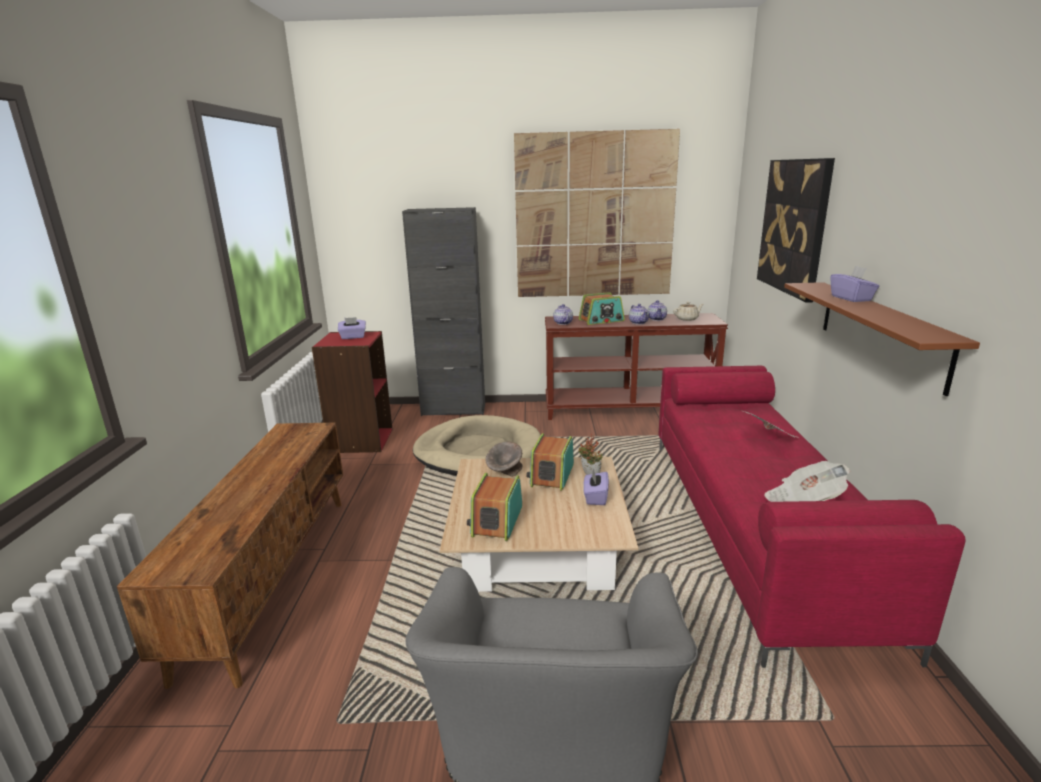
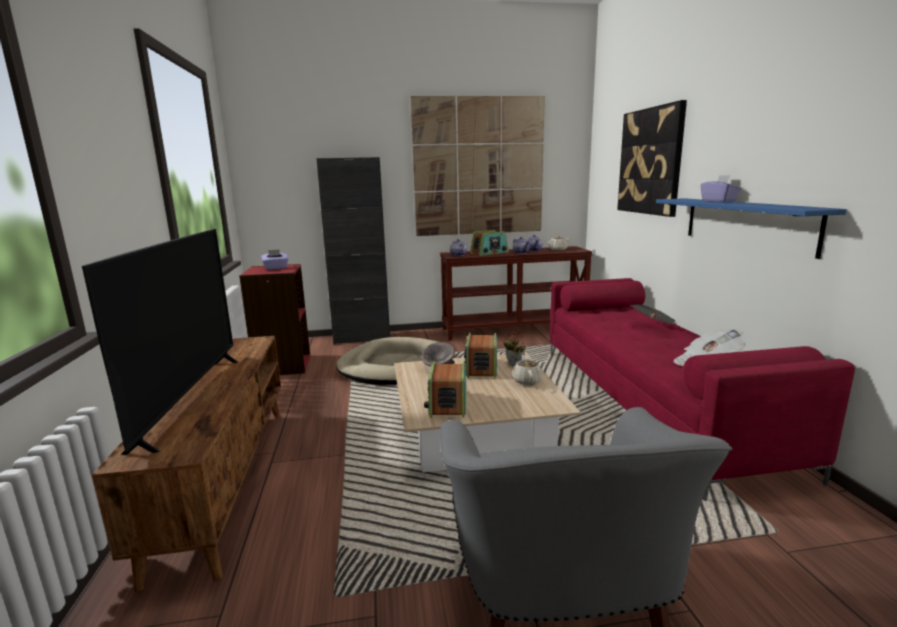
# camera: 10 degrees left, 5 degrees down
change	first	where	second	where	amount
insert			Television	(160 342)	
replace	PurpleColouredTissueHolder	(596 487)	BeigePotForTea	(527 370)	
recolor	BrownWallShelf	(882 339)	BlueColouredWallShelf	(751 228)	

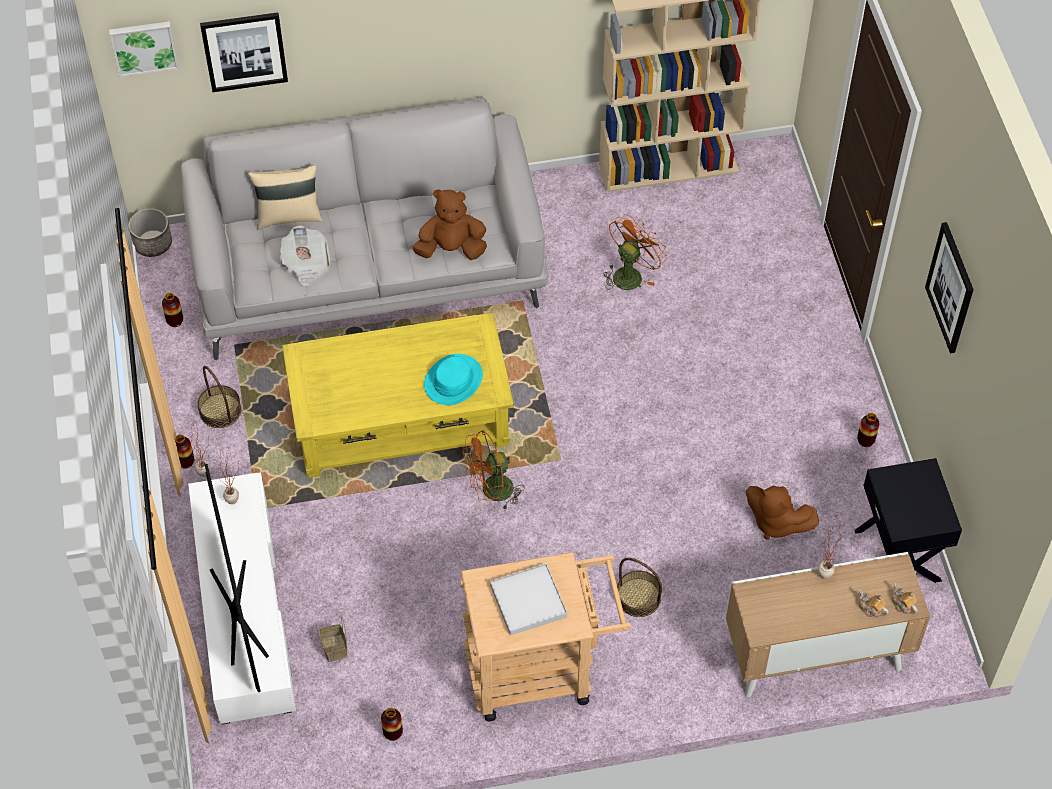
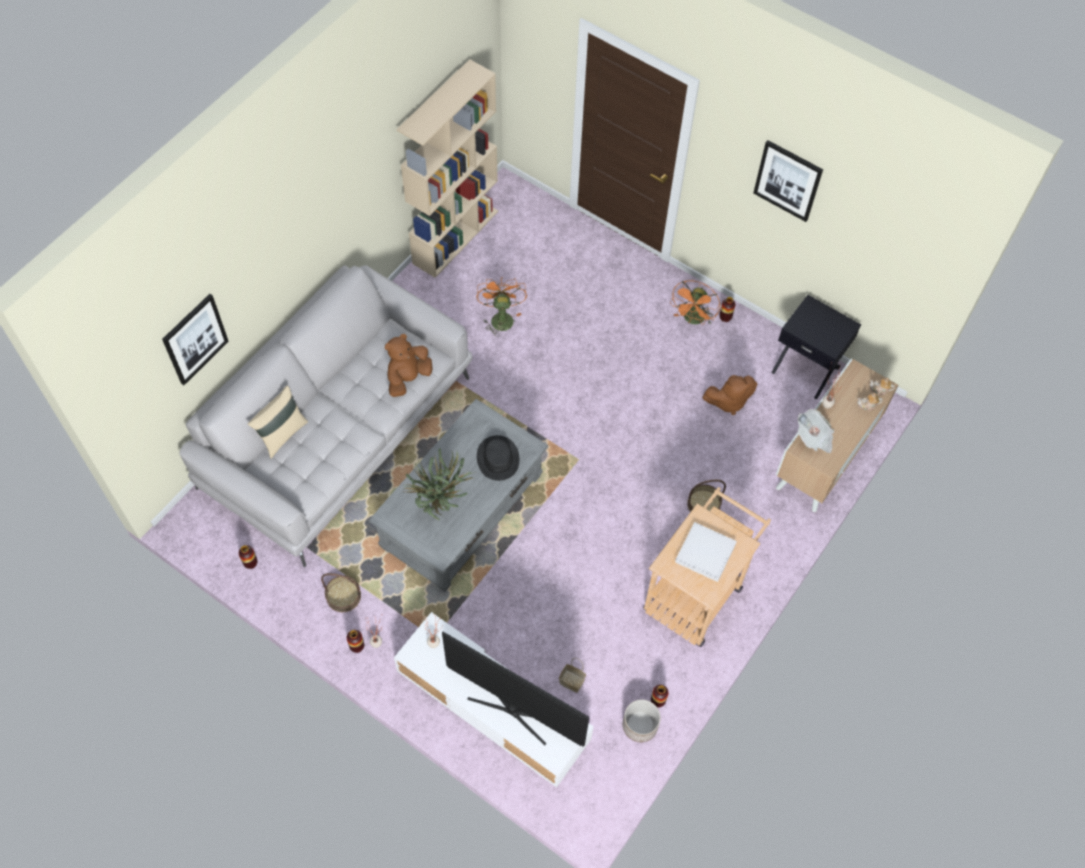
# camera: 45 degrees left, 5 degrees up
change	first	where	second	where	amount
delete	Picture	(144 49)			
insert			PlantInAPot	(439 484)	
move	PlantPot	(150 233)		(642 721)	
move	PrintedPaper	(305 255)		(816 431)	
move	OrangeColouredElectricFan	(493 470)		(695 302)	
recolor	YellowLoungeTable	(398 395)	GreyishLoungeTable	(458 495)	
recolor	TurquoiseHat	(453 379)	BlackColouredHat	(498 458)	

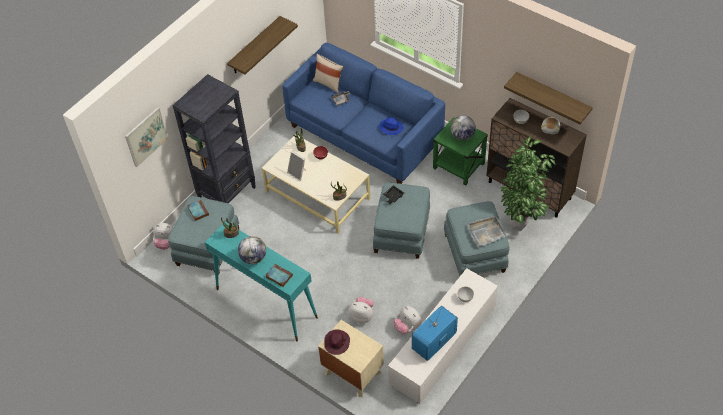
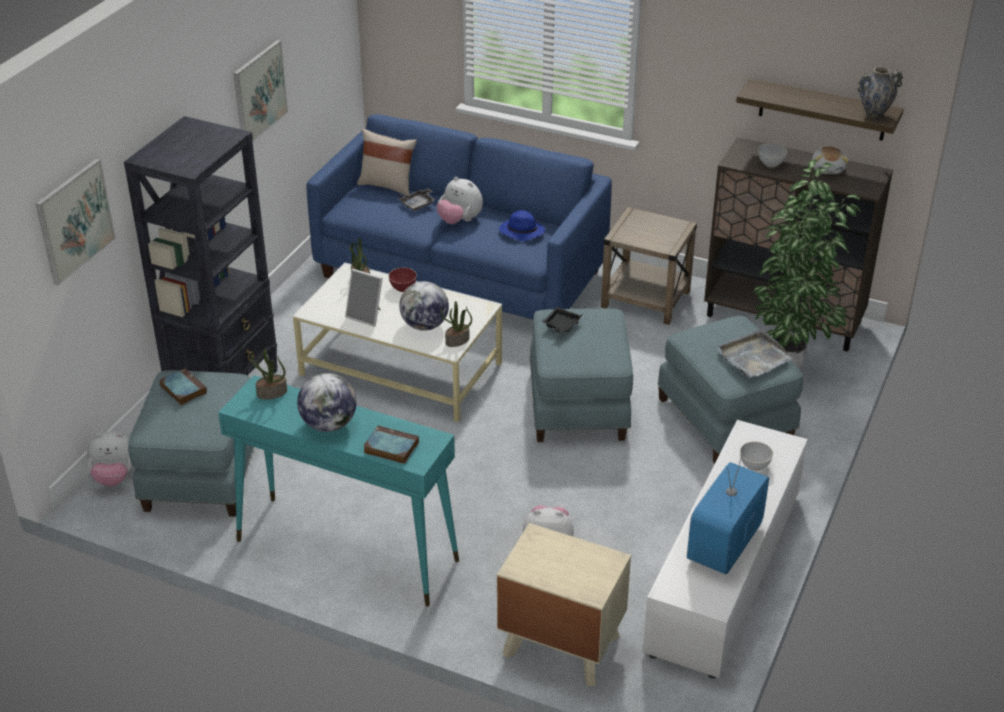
# camera: 15 degrees left, 15 degrees down
change	first	where	second	where	amount
delete	PurpleColouredHat	(337 342)			
insert			DecorativeVase	(880 92)	
move	CuddlyToy	(407 320)		(460 200)	
move	WorldGlobe	(463 127)		(424 306)	
replace	WallShelf	(262 45)	Picture	(260 91)	
recolor	GreenColouredAccentTable	(460 151)	BeigeAccentTable	(649 266)	

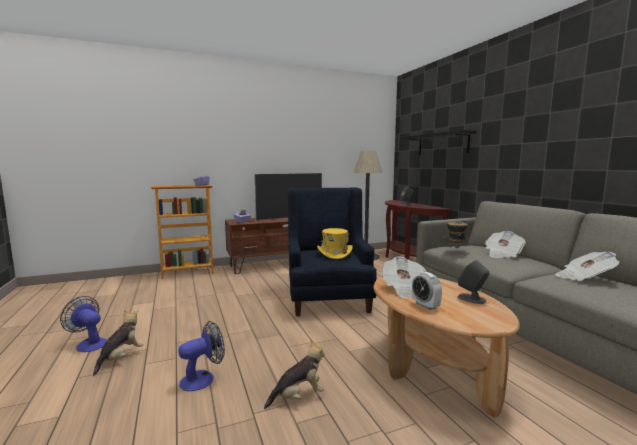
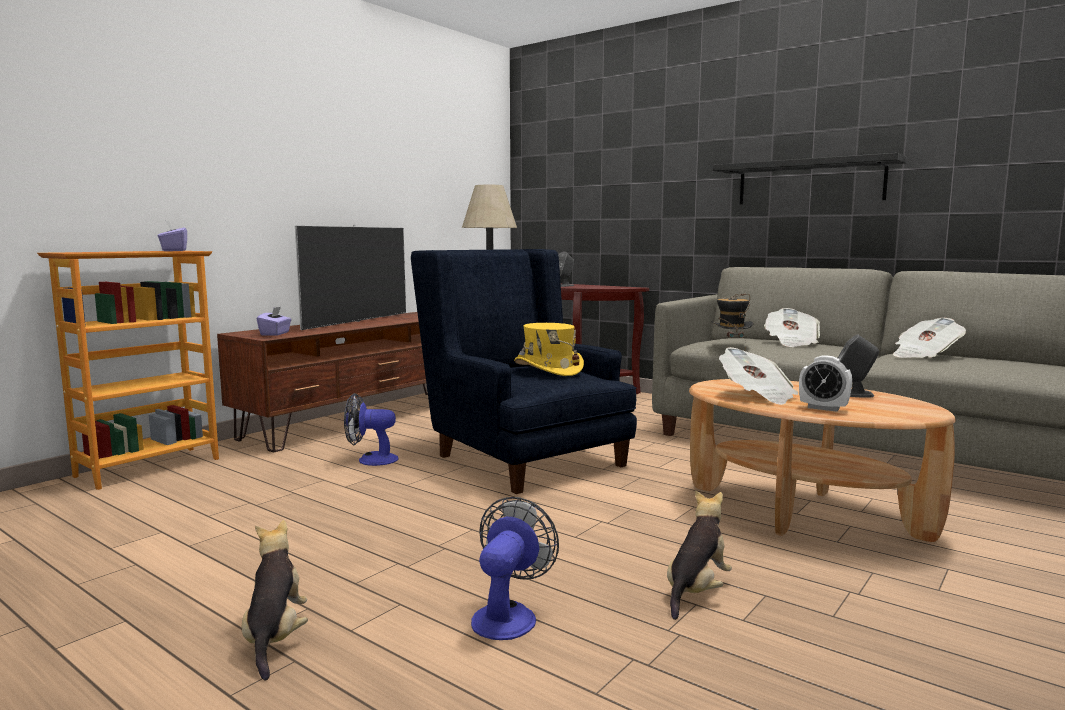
# camera: 30 degrees left, 0 degrees up
change	first	where	second	where	amount
move	ElectricFan	(83 324)		(371 429)	
move	BlackColouredWallShelf	(439 142)		(810 179)	

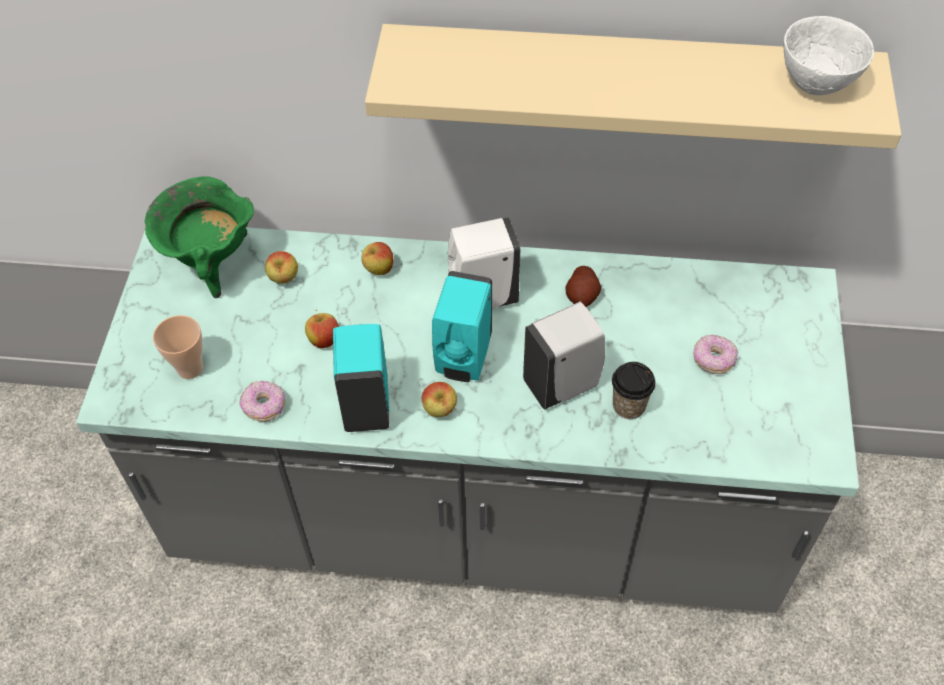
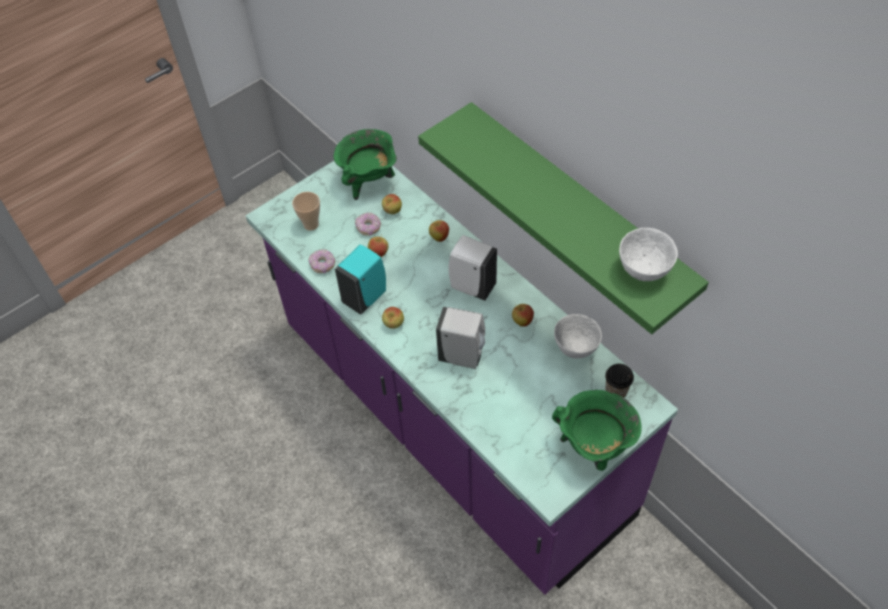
# camera: 45 degrees right, 0 degrees up
change	first	where	second	where	amount
delete	TurquoiseLiquidSoapBottle	(462 326)			
insert			GreenColouredStockpot	(596 430)	
insert			WhitishDeepDish	(578 336)	
move	SmallCup	(634 390)		(619 381)	
move	RingDoughnut	(715 354)		(368 224)	
replace	Potato	(583 286)	AppleFruit	(523 315)	
recolor	GreyishKitchenBaseUnit	(467 420)	PurpleColouredKitchenBaseUnit	(462 378)	
recolor	BeigeWallShelf	(633 86)	GreenColouredWallShelf	(563 218)	

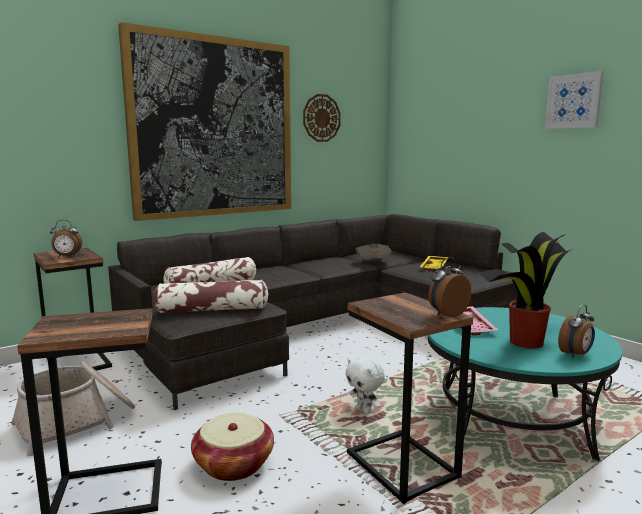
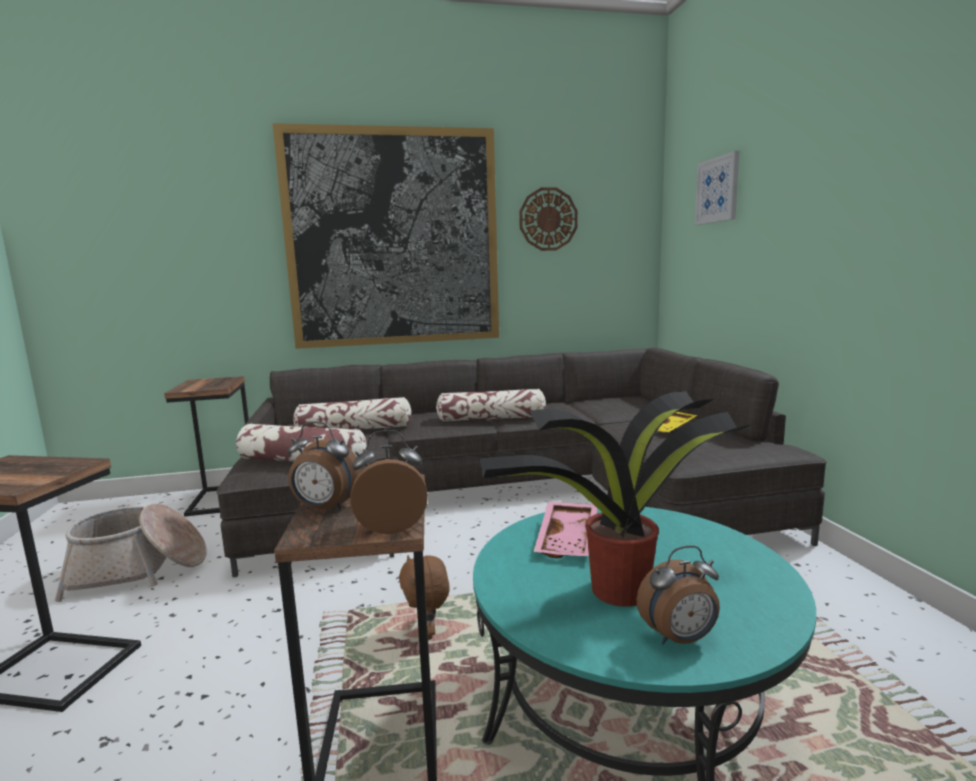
# camera: 25 degrees right, 0 degrees up
change	first	where	second	where	amount
delete	HouseholdBasket	(232 447)			
delete	PrintedPaper	(373 250)			
insert			Pillow	(491 405)	
move	AlarmClock	(66 238)		(324 466)	
move	Picture	(574 100)		(717 188)	
recolor	WhitishCuddlyToy	(365 385)	BrownCuddlyToy	(424 597)	

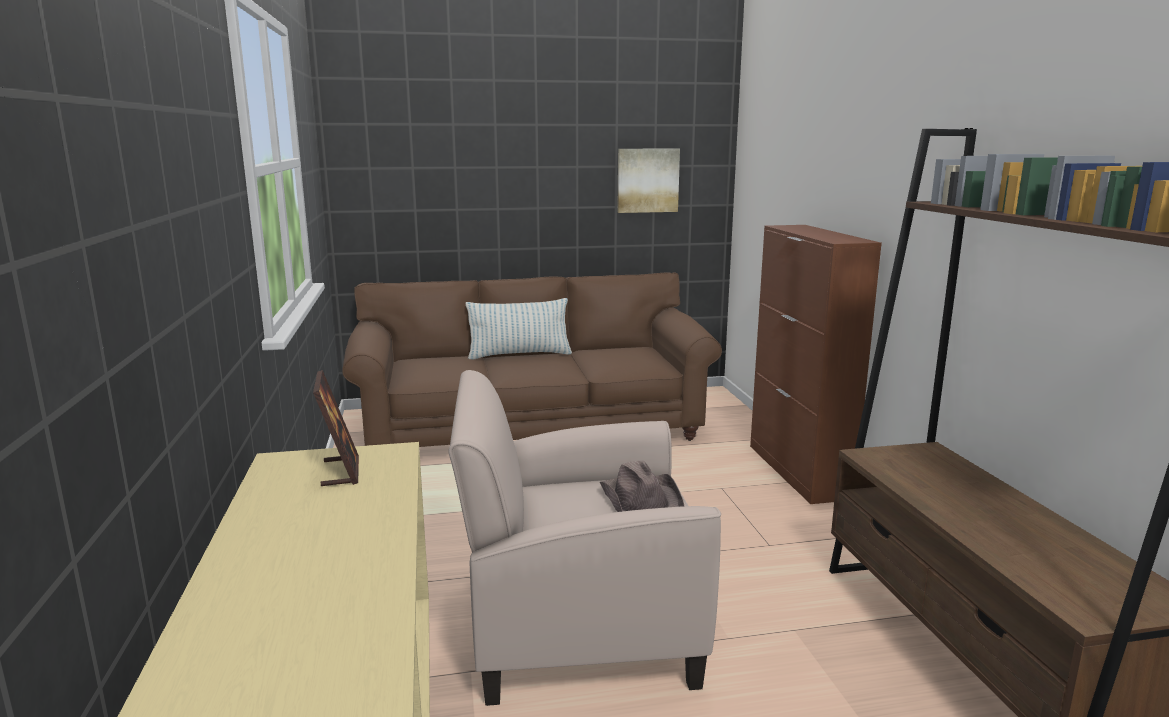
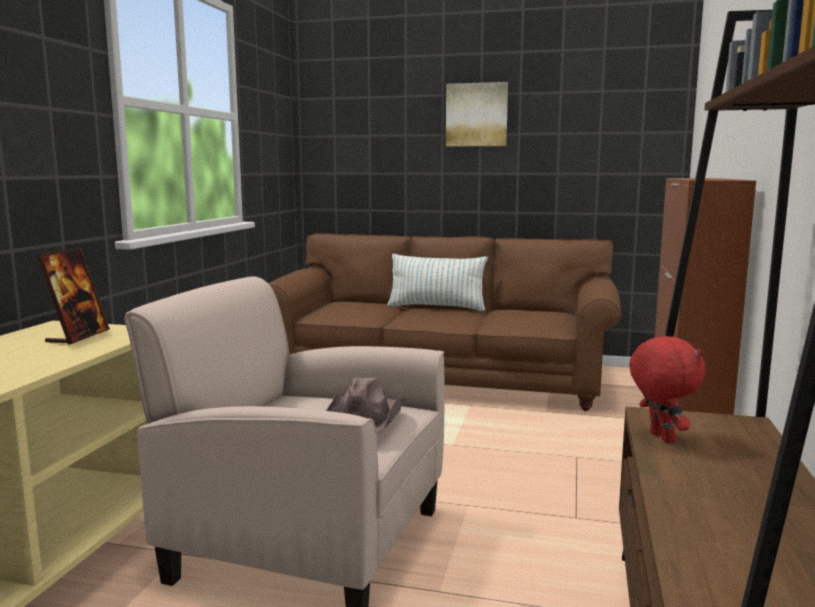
# camera: 25 degrees right, 5 degrees down
change	first	where	second	where	amount
insert			ReddishCuddlyToy	(667 389)	
move	Picture	(648 181)		(477 114)	

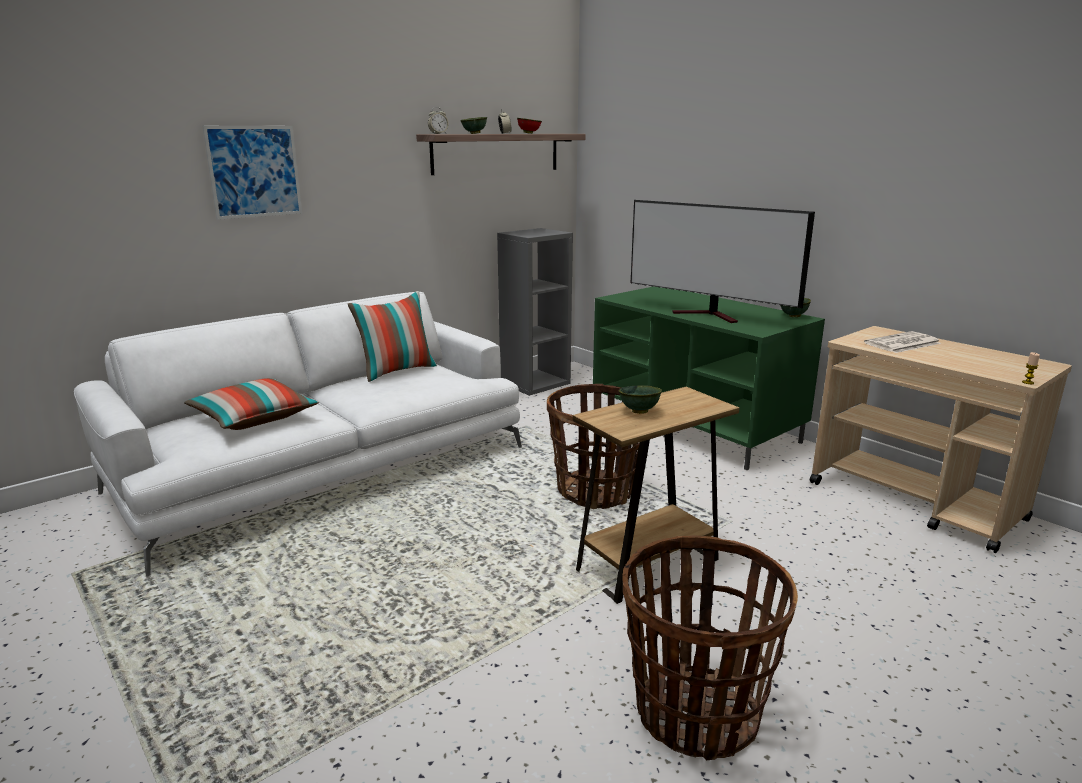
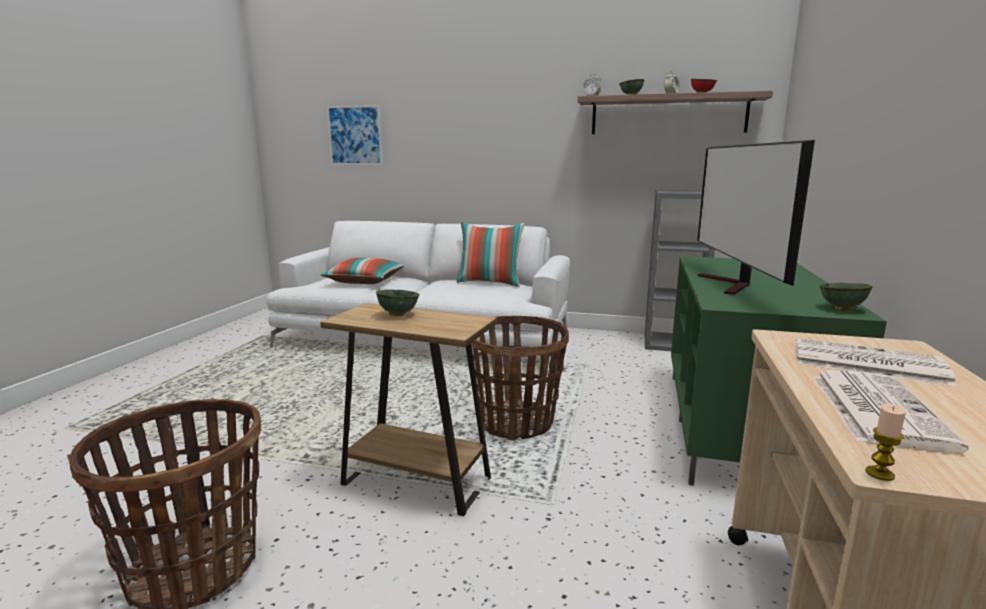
# camera: 55 degrees right, 5 degrees down
change	first	where	second	where	amount
insert			PrintedPaper	(890 411)	
move	Picture	(252 173)		(355 135)	

